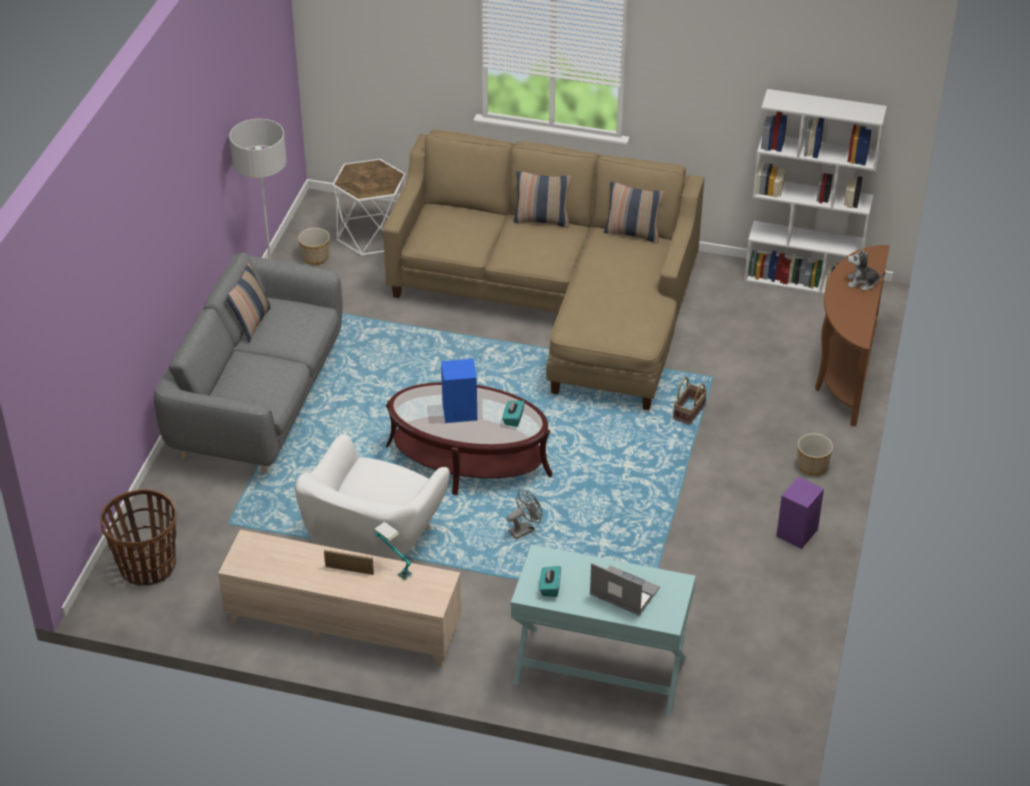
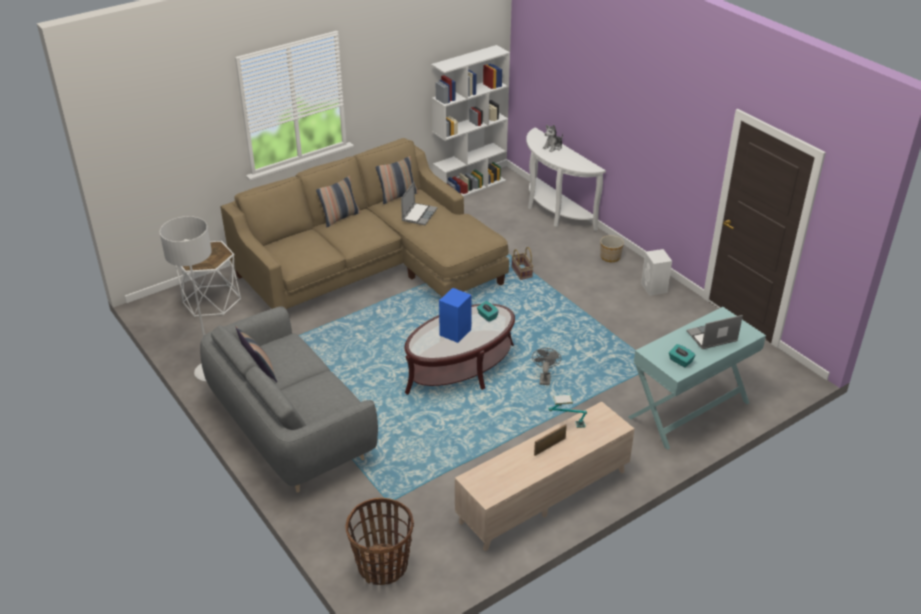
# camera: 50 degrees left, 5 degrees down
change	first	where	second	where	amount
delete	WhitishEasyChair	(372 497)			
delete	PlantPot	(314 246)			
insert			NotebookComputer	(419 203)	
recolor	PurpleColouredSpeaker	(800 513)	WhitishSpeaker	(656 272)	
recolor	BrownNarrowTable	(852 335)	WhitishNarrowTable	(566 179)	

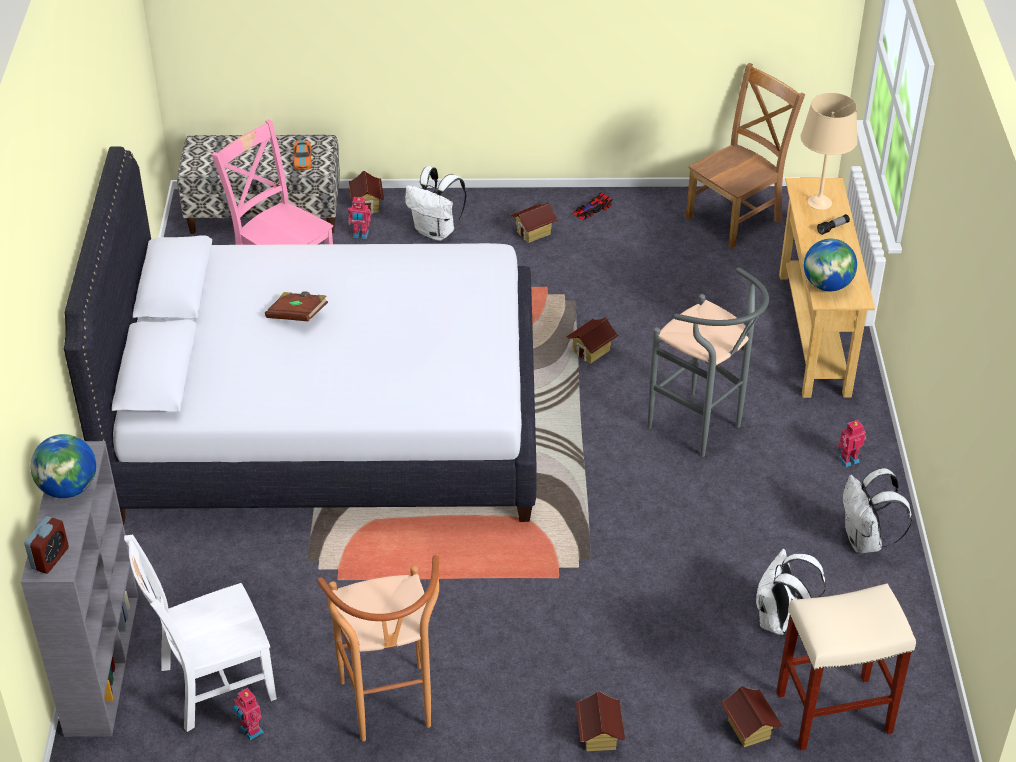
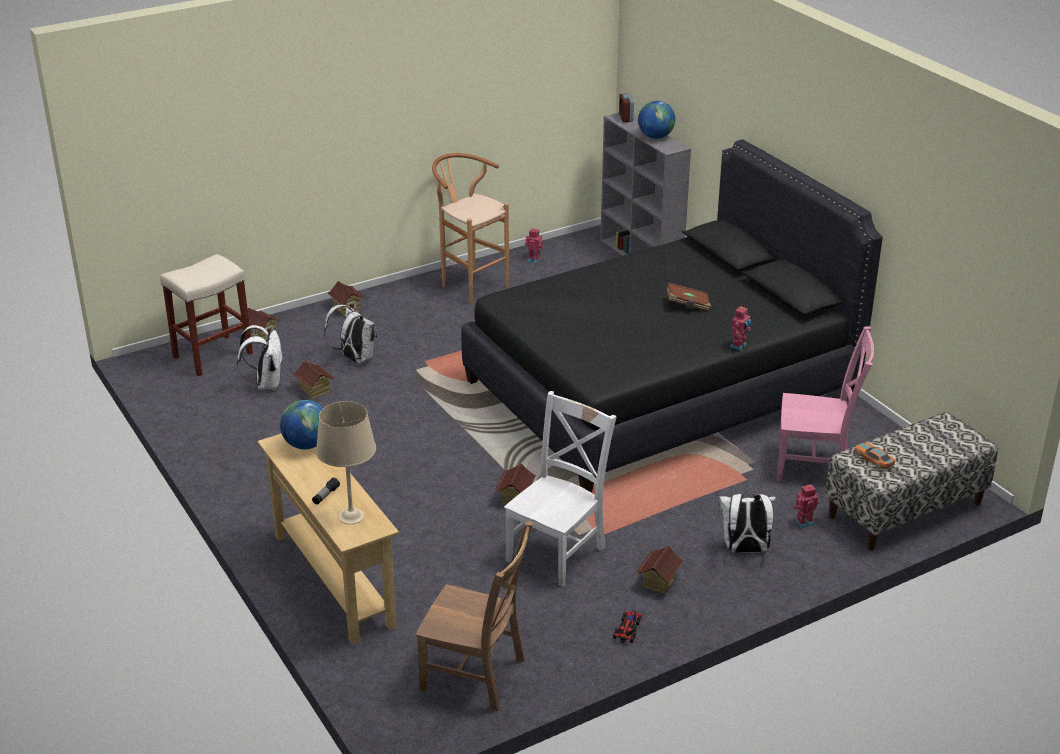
# camera: 150 degrees right, 10 degrees down
change	first	where	second	where	amount
delete	GreyishStoolSeat	(708 362)			
move	WhitishUprightChair	(200 633)		(560 489)	
move	MiniatureHouse	(366 192)		(313 379)	
move	ToyRobot	(851 443)		(740 328)	
move	WhitishRucksack	(877 510)		(350 334)	
recolor	WhitishSleepingBed	(300 335)	BlackColouredSleepingBed	(672 316)	
rotate	BrownUprightChair	(745 156)		(474 616)	90 degrees counterclockwise

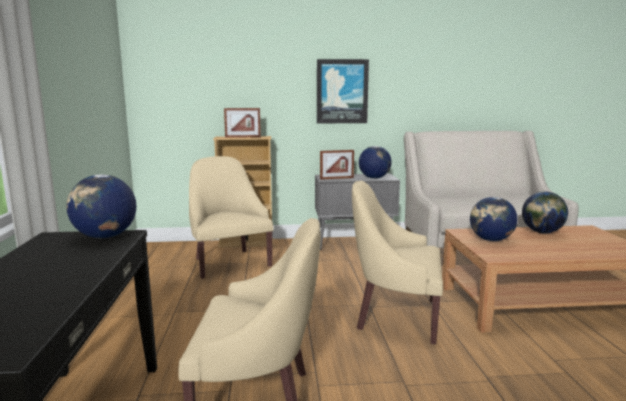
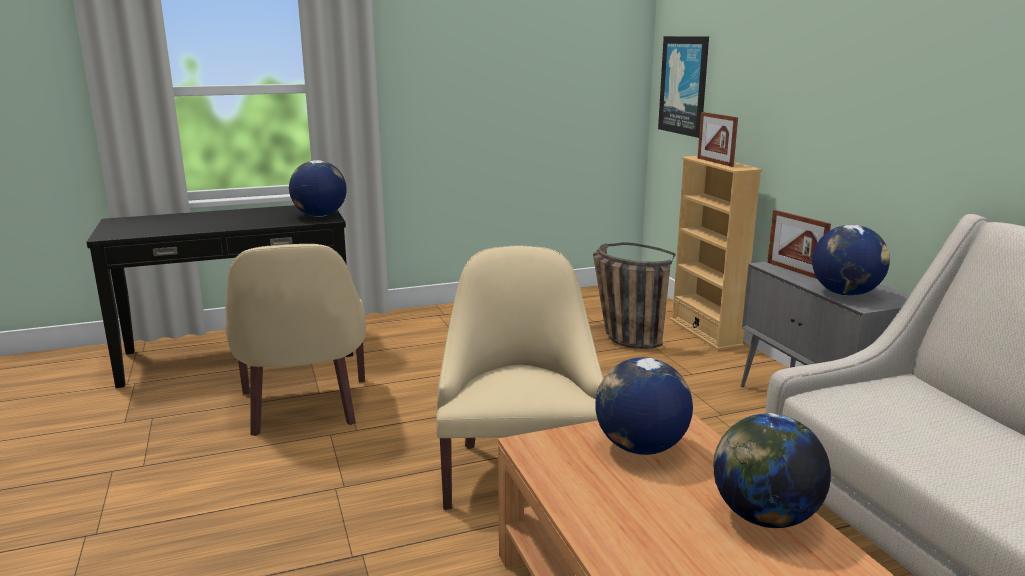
# camera: 75 degrees right, 5 degrees up
change	first	where	second	where	amount
move	Picture	(343 91)		(683 87)	
replace	BeigeEasyChair	(231 217)	HouseholdBasket	(634 295)	

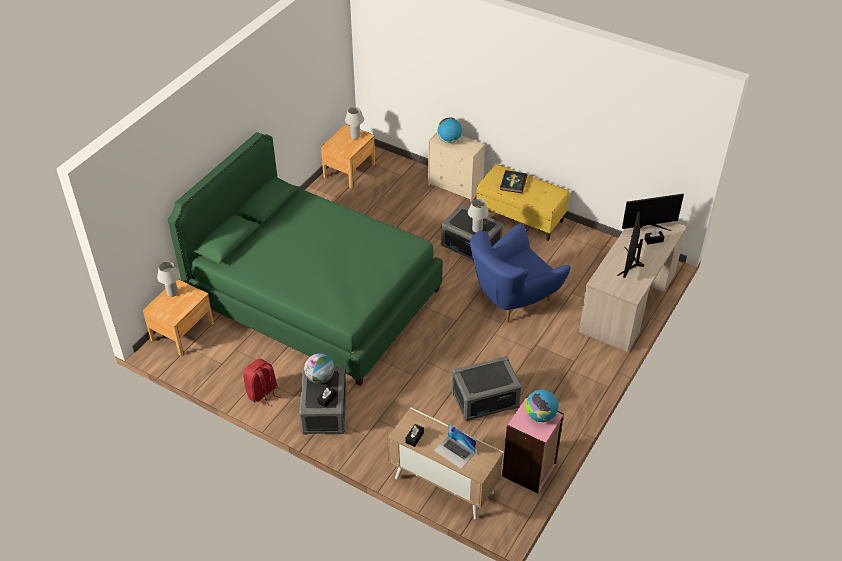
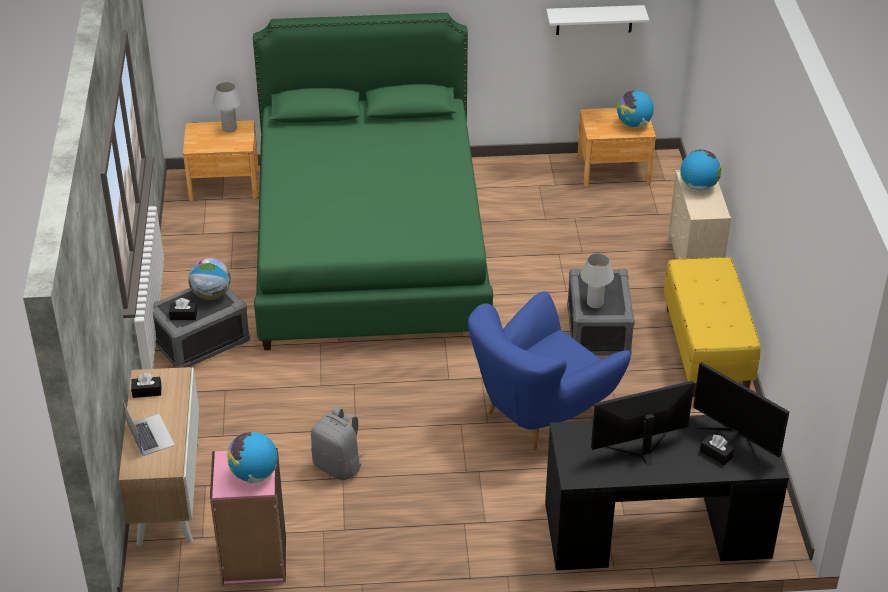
# camera: 55 degrees right, 5 degrees down
change	first	where	second	where	amount
delete	ReddishRucksack	(261 382)			
delete	Volume	(513 181)			
insert			WhitishWallShelf	(597 20)	
replace	WhitishLampForATable	(354 123)	WorldGlobe	(635 109)	
replace	GreyishStorageBox	(486 388)	GreyishRucksack	(337 443)	
recolor	BeigeDesk	(632 287)	BlackColouredDesk	(667 492)	
rotate	NotebookComputer	(455 446)		(149 428)	150 degrees clockwise
rotate	BlueColouredEasyChair	(520 273)		(549 370)	60 degrees counterclockwise

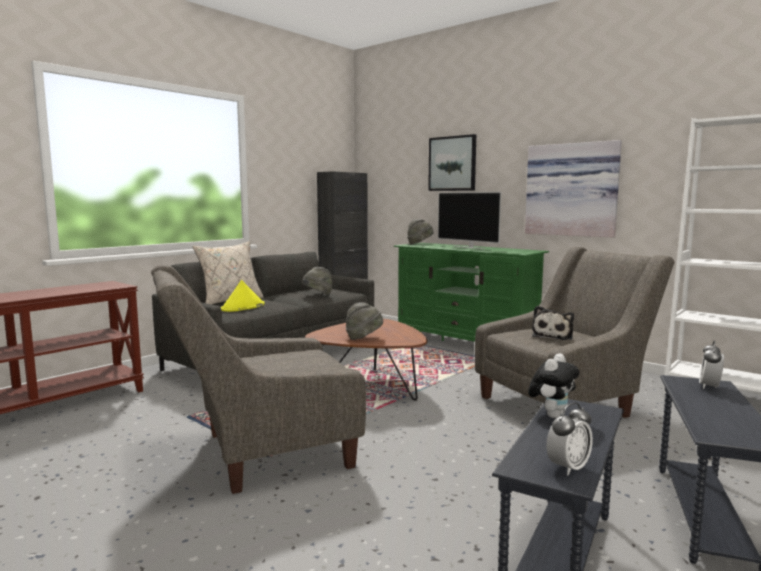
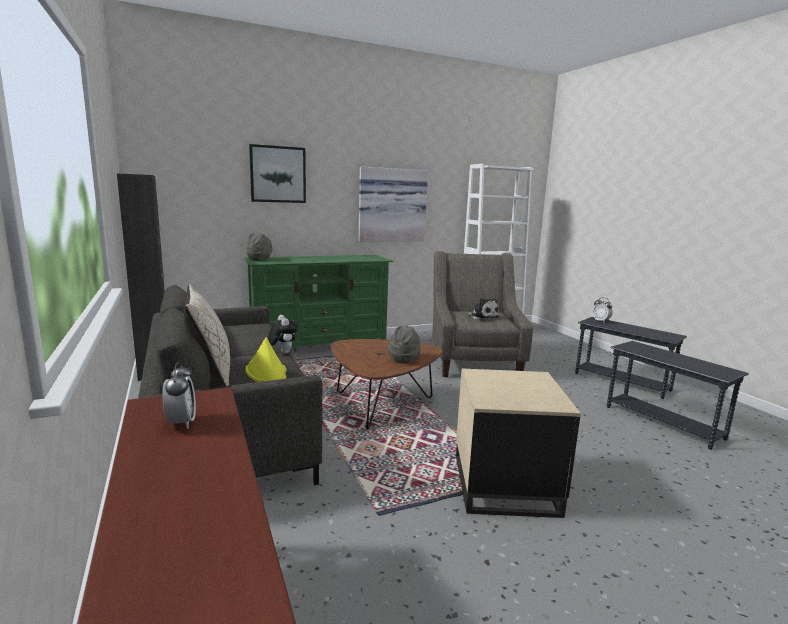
# camera: 65 degrees left, 5 degrees up
change	first	where	second	where	amount
delete	GreyishHat	(317 281)			
delete	Television	(469 220)			
move	CuddlyToy	(553 385)		(283 334)	
move	AlarmClock	(569 439)		(179 395)	
replace	GreyishEasyChair	(258 379)	BeigeAccentTable	(518 443)	

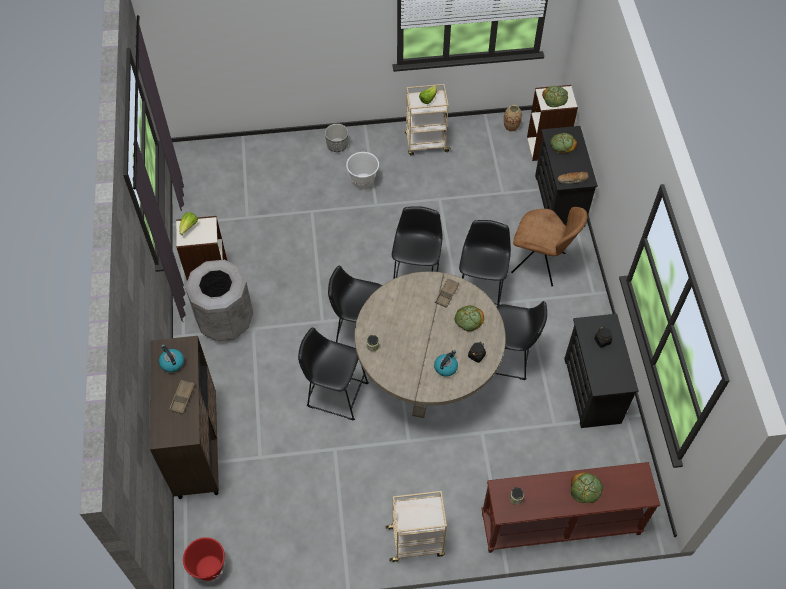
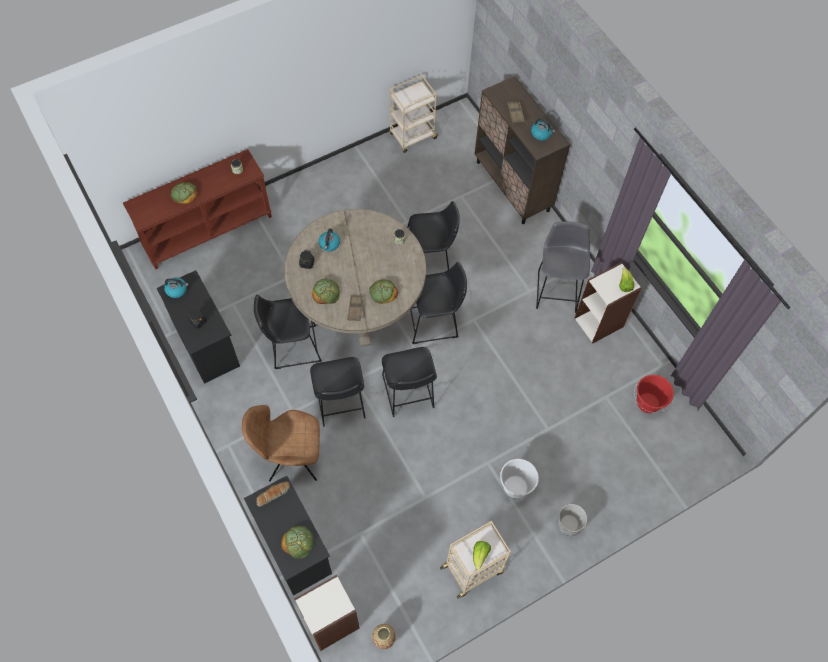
# camera: 155 degrees right, 5 degrees up
change	first	where	second	where	amount
insert			WaterKettle	(176 287)	
move	ReddishBucket	(204 559)		(654 394)	
move	BeigeWheeledCart	(416 526)		(413 114)	
move	Bread	(555 96)		(383 292)	
replace	GreyishTrashCan	(219 300)	GreyishStoolSeat	(563 267)	

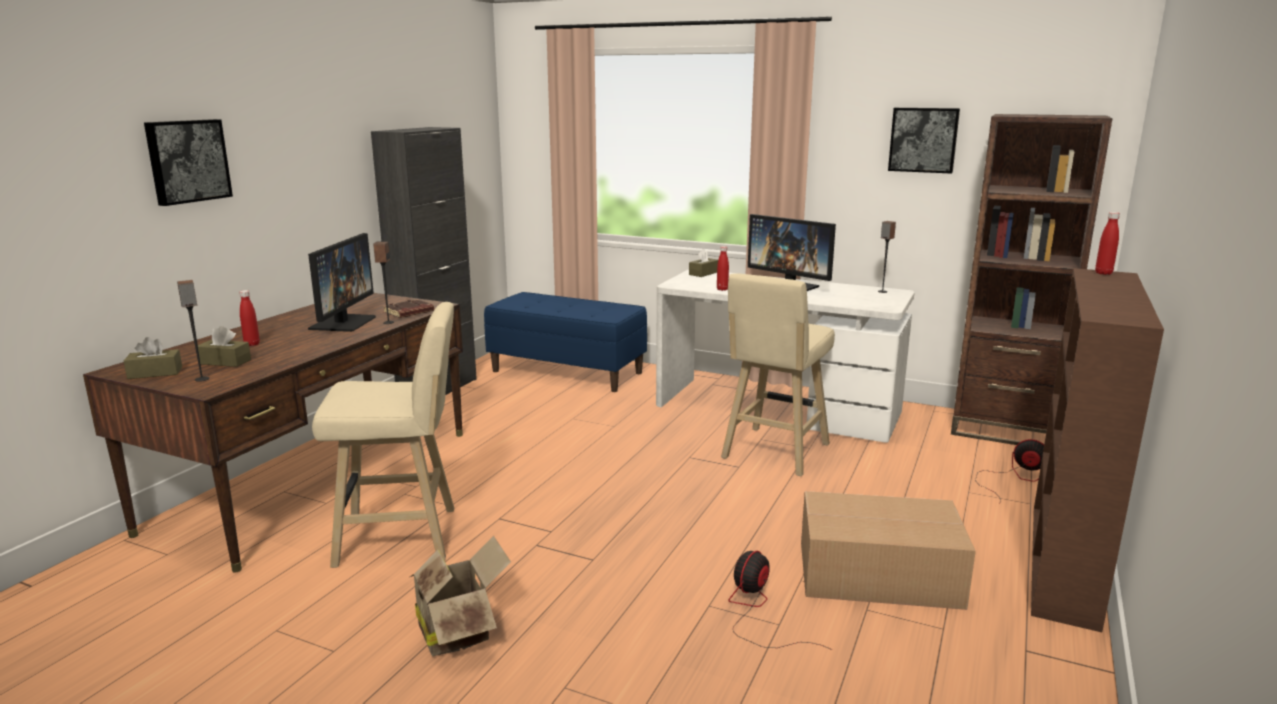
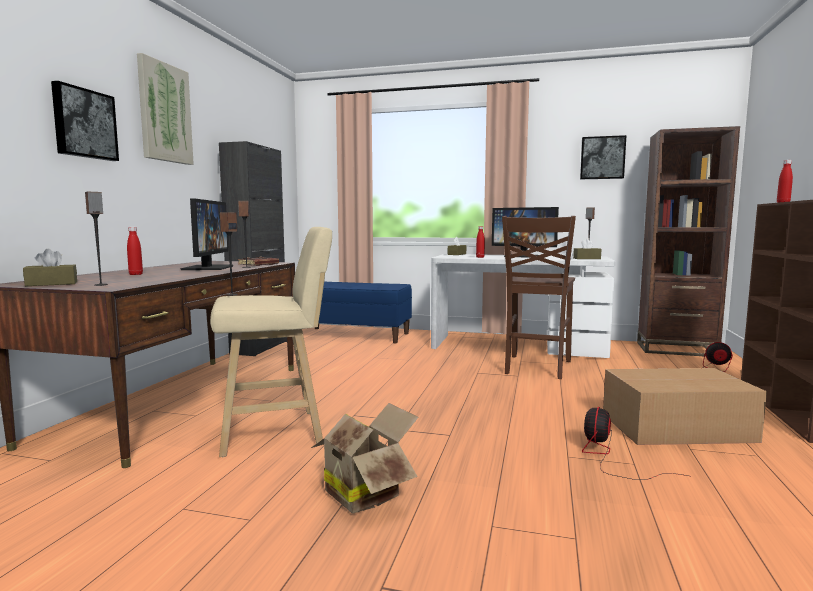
# camera: 10 degrees left, 10 degrees down
change	first	where	second	where	amount
insert			Picture	(165 109)	
insert			Speaker	(229 254)	
move	BrownTissueHolder	(224 346)		(587 248)	
replace	BeigeStoolSeat	(778 374)	BrownUprightChair	(539 297)	

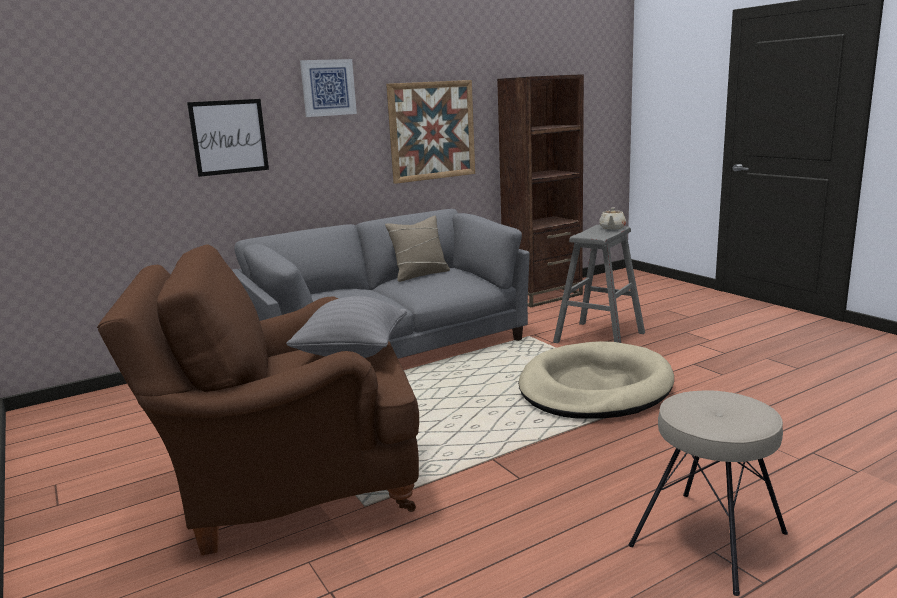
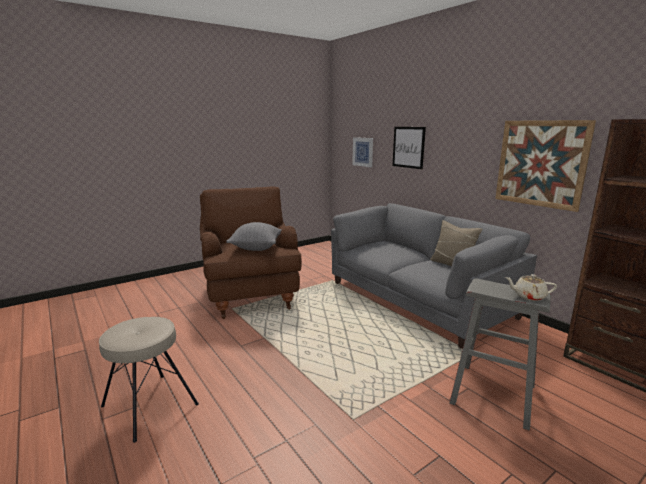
# camera: 85 degrees right, 0 degrees up
change	first	where	second	where	amount
delete	BeigeDogCushion	(596 380)			
move	Picture	(328 88)		(362 152)	

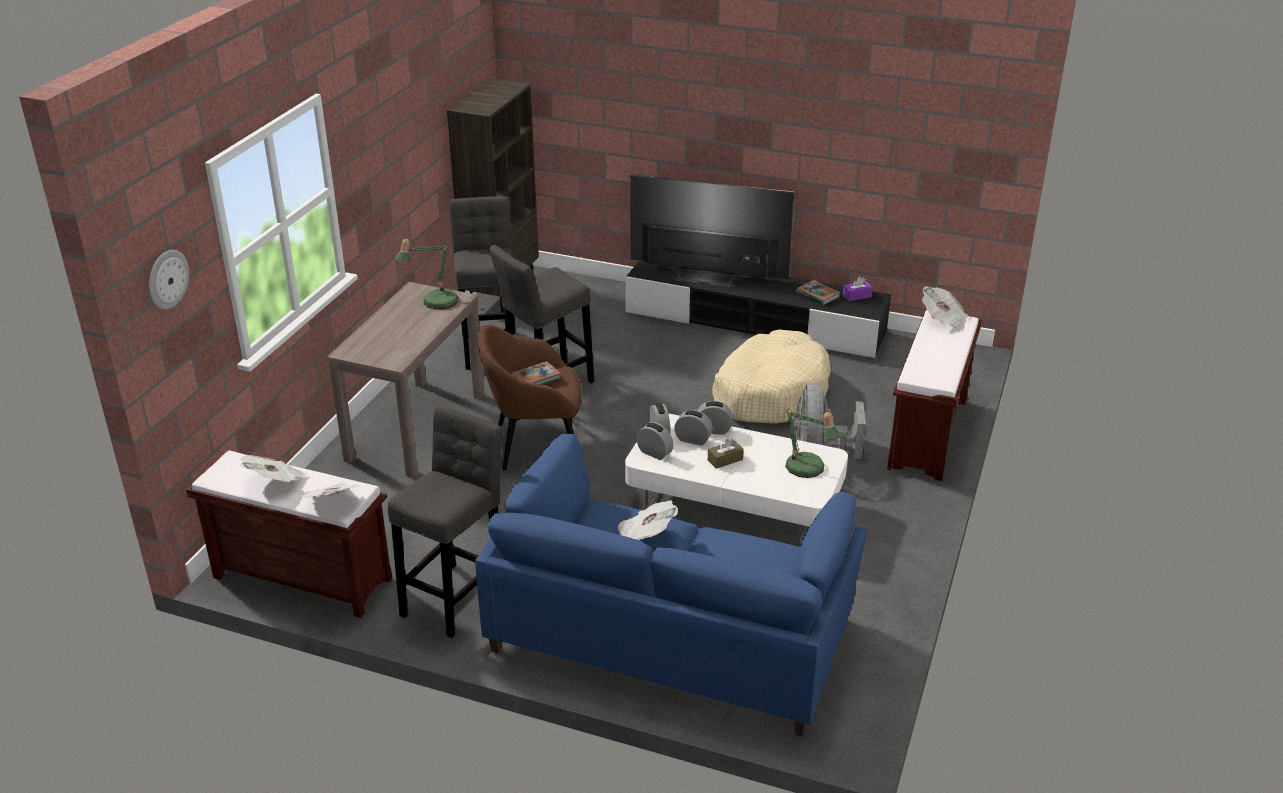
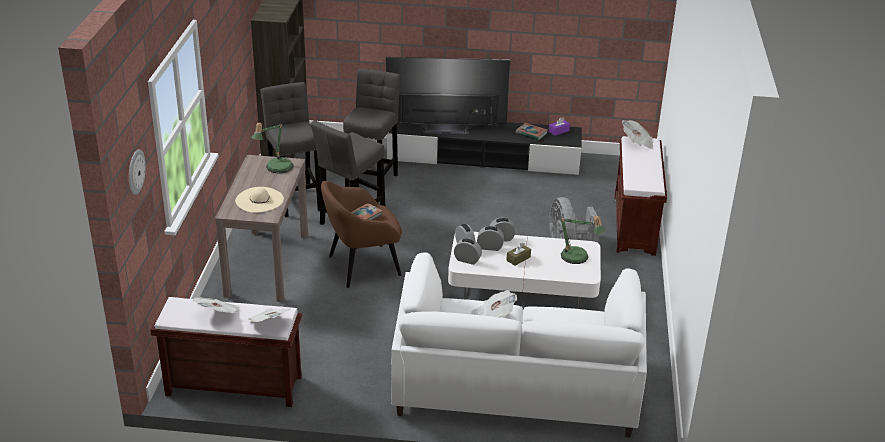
# camera: 15 degrees left, 0 degrees up
change	first	where	second	where	amount
delete	BeigeDogCushion	(771 376)			
insert			BeigeHat	(259 200)	
move	GreyishStoolSeat	(445 522)		(372 133)	
recolor	BlueColouredCouch	(671 585)	WhitishCouch	(519 345)	

